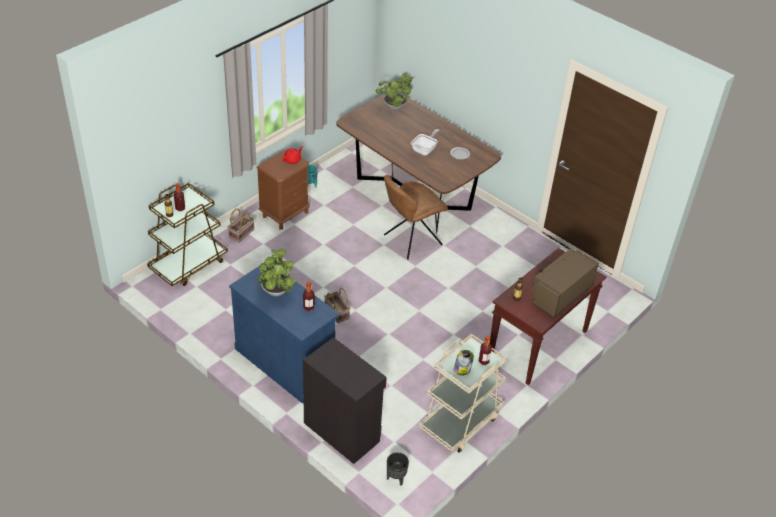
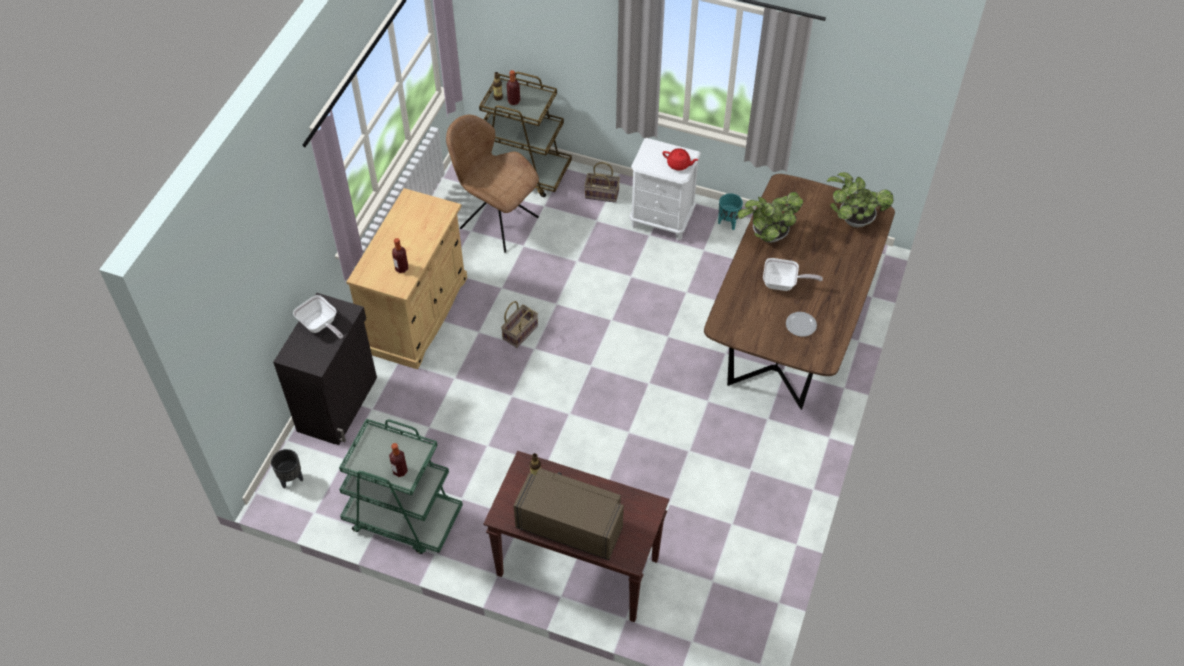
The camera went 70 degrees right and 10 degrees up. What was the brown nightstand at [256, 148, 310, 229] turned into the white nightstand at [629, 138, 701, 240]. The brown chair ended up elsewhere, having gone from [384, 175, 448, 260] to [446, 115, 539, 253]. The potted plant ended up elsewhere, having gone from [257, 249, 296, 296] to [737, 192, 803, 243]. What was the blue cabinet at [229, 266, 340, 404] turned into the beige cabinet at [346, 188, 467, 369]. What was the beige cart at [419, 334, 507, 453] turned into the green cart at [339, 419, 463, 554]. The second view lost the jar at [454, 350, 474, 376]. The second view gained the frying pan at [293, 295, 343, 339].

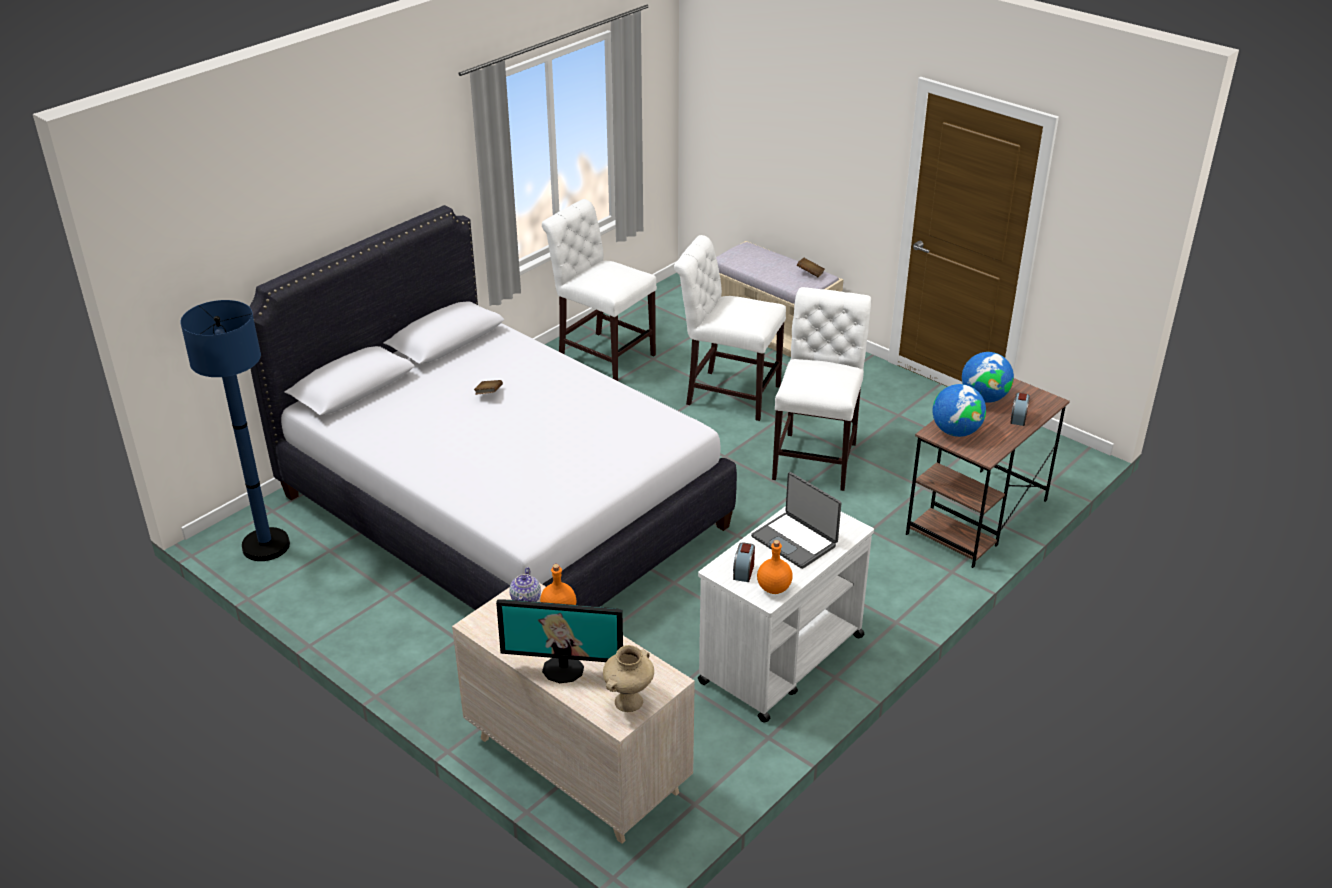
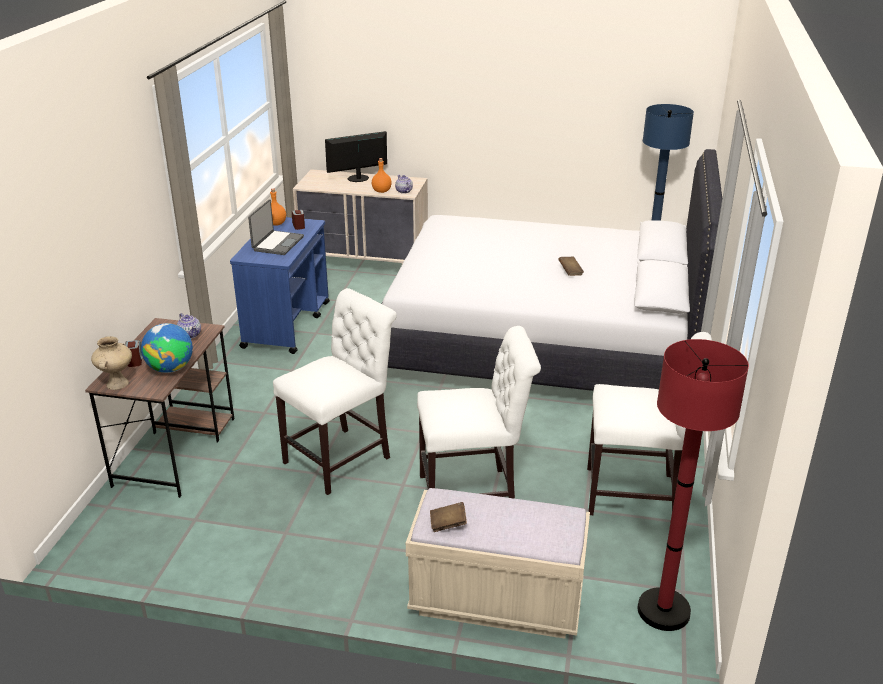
The camera went 150 degrees right and 5 degrees down. The white chair at [772, 287, 871, 491] ended up facing another way, 120 degrees counterclockwise from before. Where the globe stood at [932, 384, 986, 437], the teapot came to stand at [177, 313, 201, 339]. The laptop at [751, 472, 841, 569] ended up facing another way, 90 degrees clockwise from before. What was the white cart at [698, 506, 874, 723] turned into the blue cart at [230, 217, 330, 354]. The beige vase ended up elsewhere, having gone from [603, 645, 654, 712] to [91, 336, 132, 390]. The second view gained the red floor lamp at [637, 339, 749, 631].

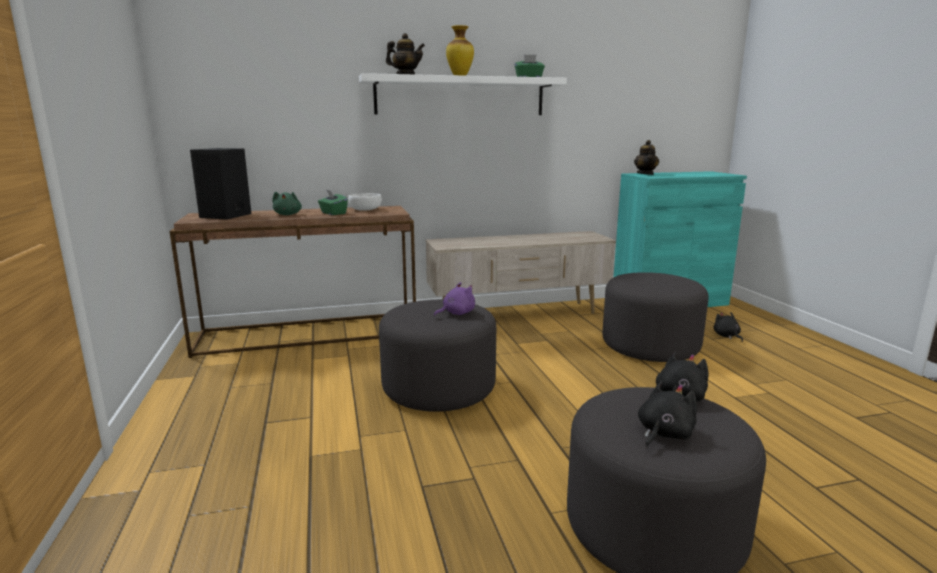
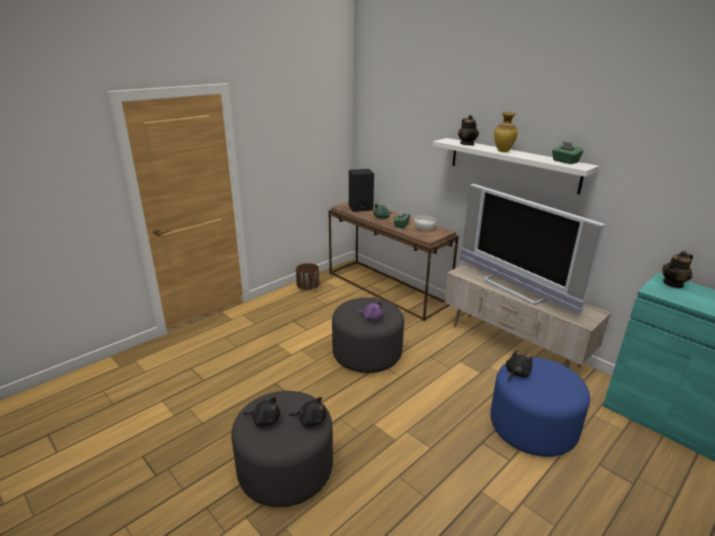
The camera went 60 degrees right and 10 degrees up. What was the grey ottoman at [602, 272, 709, 362] turned into the blue ottoman at [490, 357, 590, 457]. The black plush toy ended up elsewhere, having gone from [713, 312, 743, 342] to [506, 350, 533, 381]. The second view gained the television at [460, 184, 605, 315]. The second view gained the brown planter at [296, 263, 319, 290].

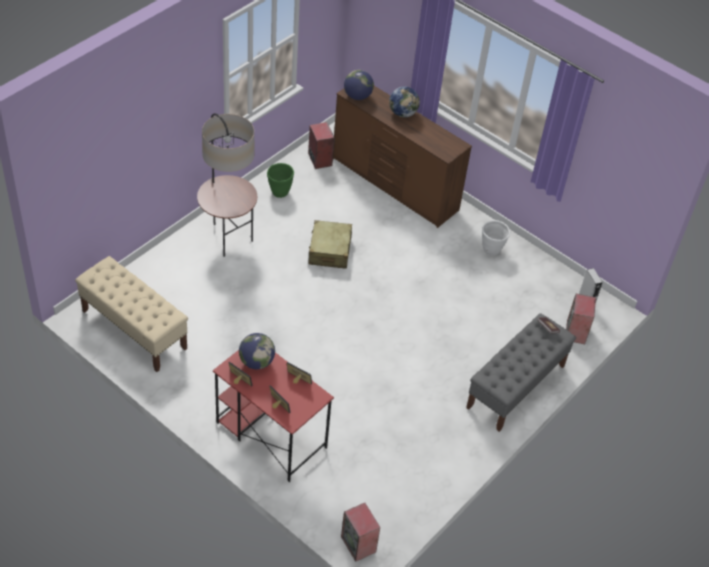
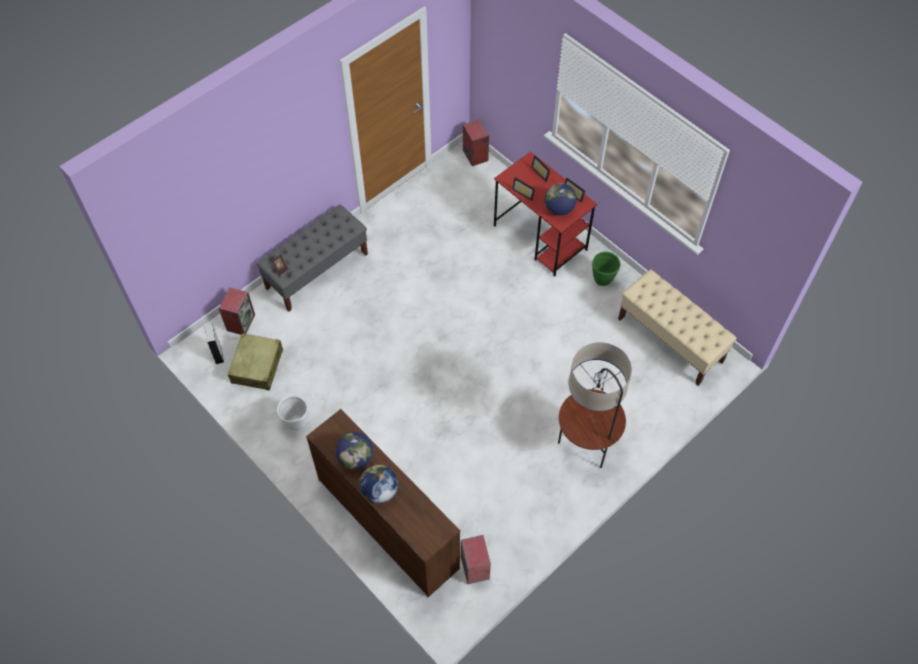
The camera went 170 degrees left and 10 degrees up. The globe ended up elsewhere, having gone from [344, 70, 374, 100] to [336, 432, 373, 470]. The green planter ended up elsewhere, having gone from [267, 163, 294, 198] to [592, 252, 621, 286]. The beige suitcase ended up elsewhere, having gone from [308, 220, 352, 269] to [228, 333, 283, 390].

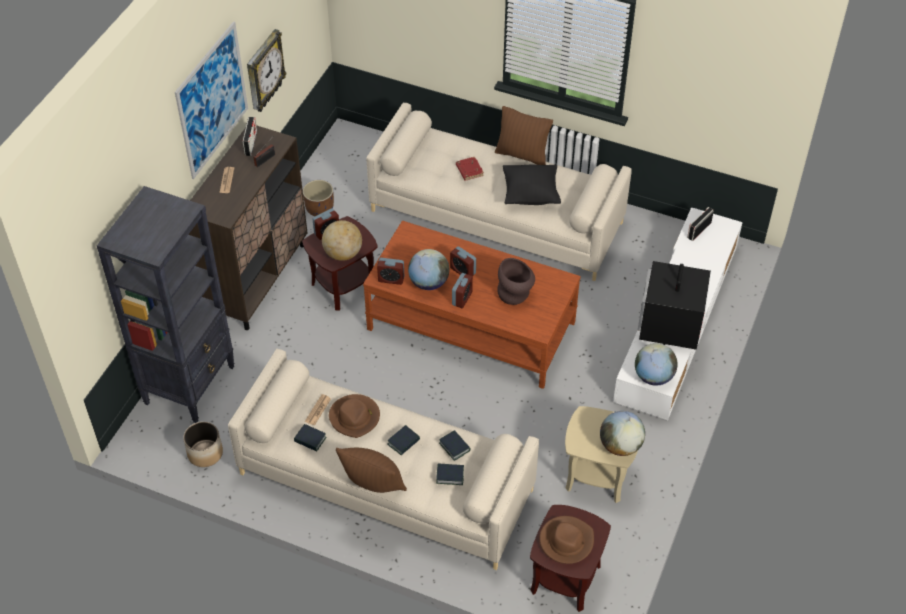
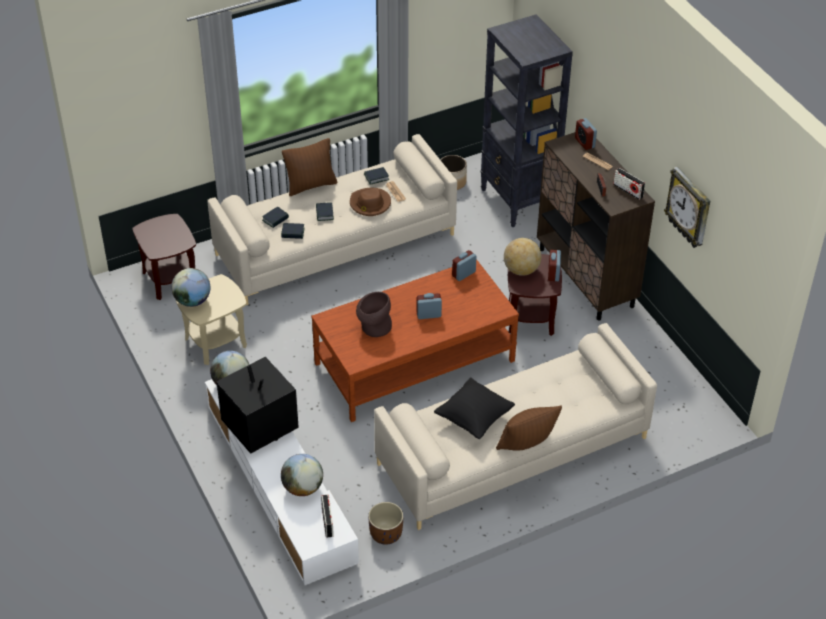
The camera went 130 degrees right and 5 degrees down. The second view lost the picture at [175, 21, 248, 179]. The second view lost the red book at [456, 157, 484, 181]. The brown planter ended up elsewhere, having gone from [303, 180, 334, 216] to [368, 502, 403, 545]. The globe ended up elsewhere, having gone from [408, 249, 449, 290] to [281, 454, 323, 496]. The alarm clock ended up elsewhere, having gone from [452, 273, 473, 308] to [575, 118, 597, 150]. The second view lost the brown hat at [539, 516, 594, 564].

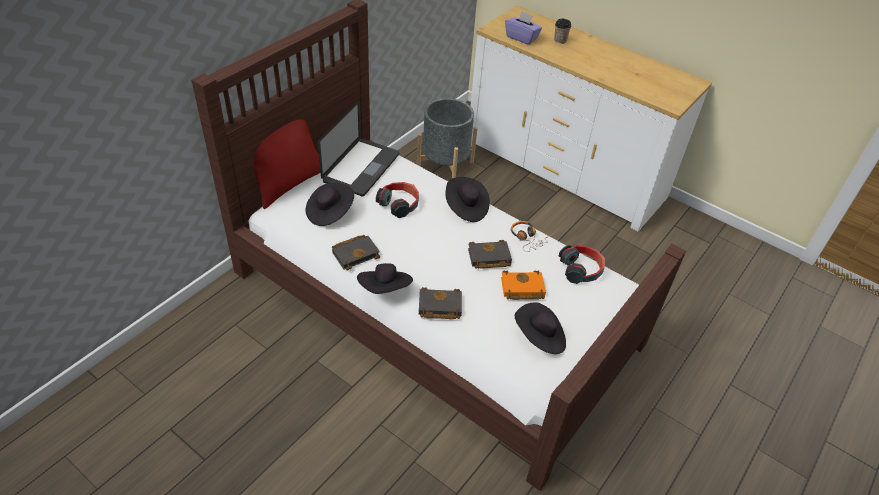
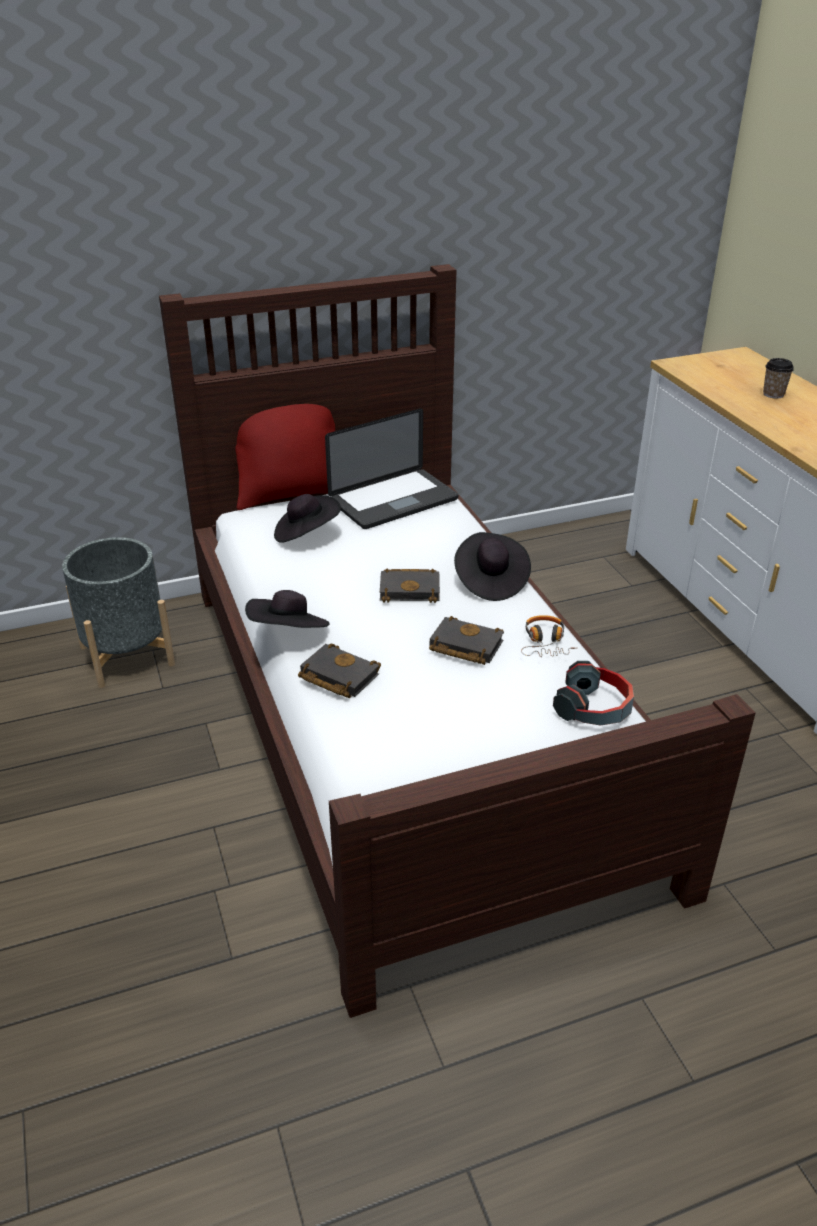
The camera went 35 degrees right and 10 degrees down. The second view lost the purple tissue box at [505, 11, 542, 45]. The grey planter ended up elsewhere, having gone from [417, 98, 478, 178] to [62, 537, 175, 688]. The second view lost the headphones at [376, 182, 419, 218]. The black book ended up elsewhere, having gone from [332, 235, 380, 270] to [380, 568, 440, 603]. The second view lost the orange book at [501, 270, 546, 300]. The second view lost the black hat at [515, 302, 566, 354].

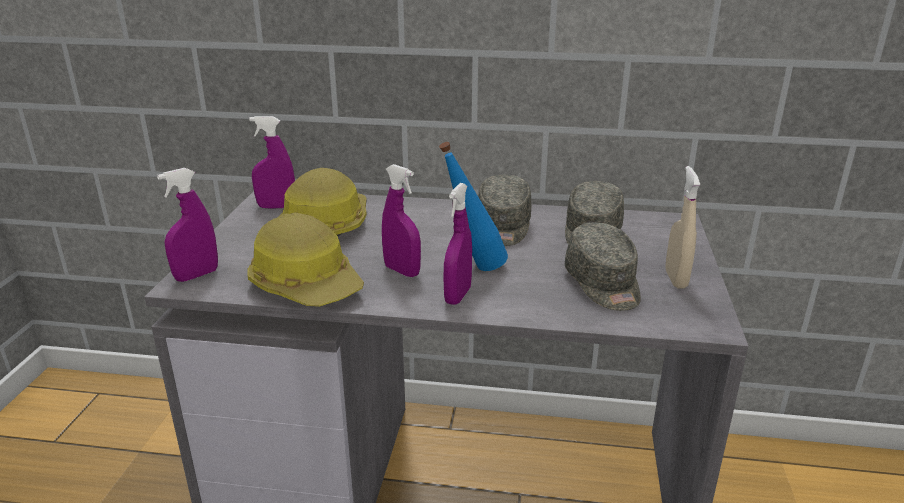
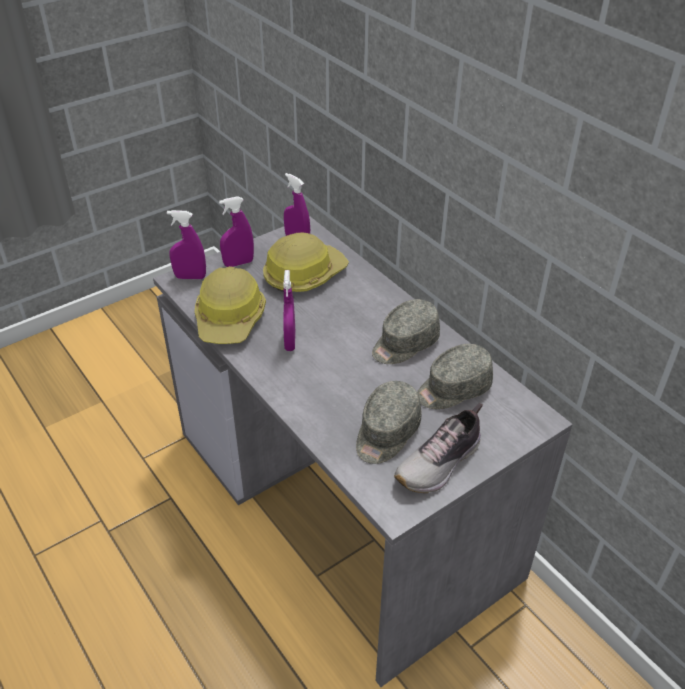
The camera went 45 degrees right and 15 degrees up. The second view lost the blue bottle at [439, 142, 508, 271]. Where the beige spray bottle stood at [665, 166, 700, 288], the shoe came to stand at [394, 403, 483, 493]. The purple spray bottle ended up elsewhere, having gone from [444, 183, 472, 305] to [219, 196, 254, 267].

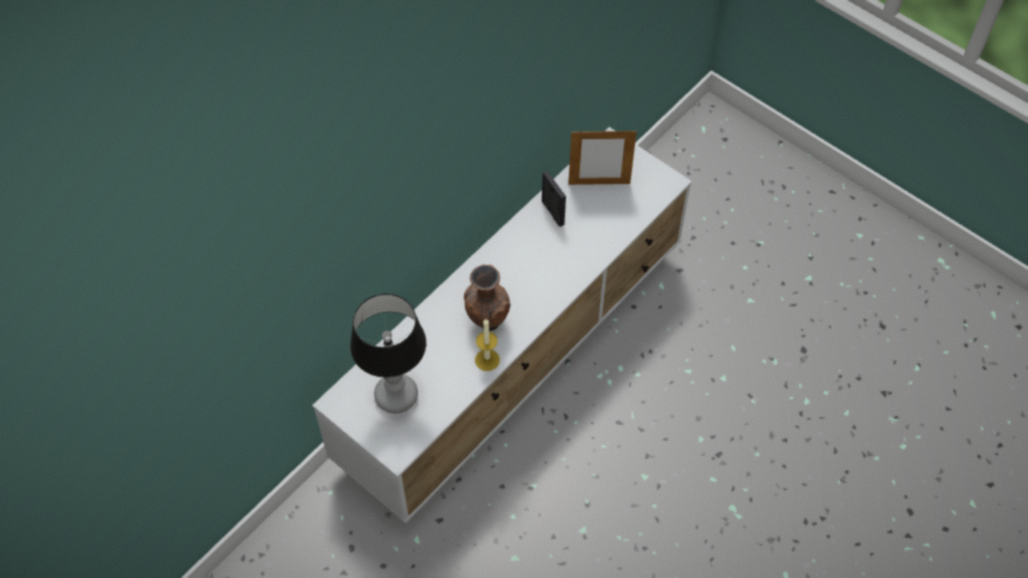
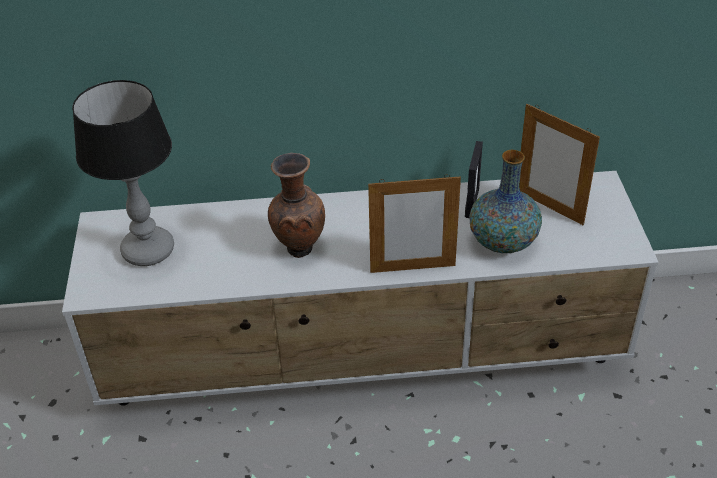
The camera went 45 degrees right and 15 degrees down. The second view lost the candle at [475, 319, 500, 371]. The second view gained the vase at [469, 150, 542, 253]. The second view gained the picture frame at [368, 174, 461, 273].

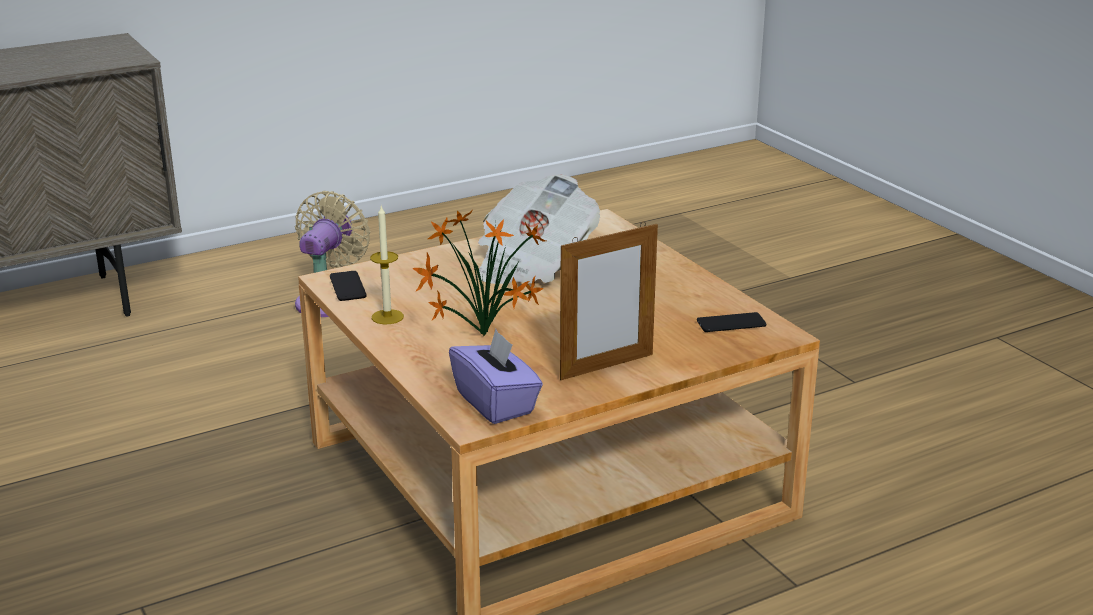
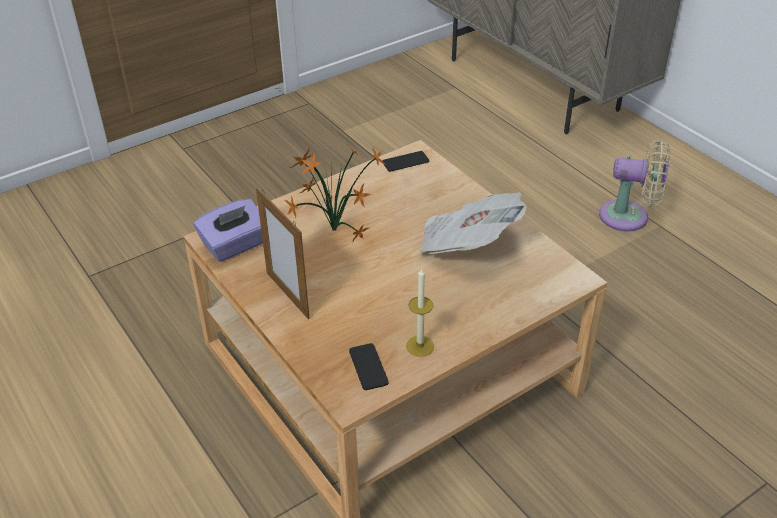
The camera went 85 degrees right and 15 degrees up. The candle ended up elsewhere, having gone from [370, 206, 404, 324] to [406, 268, 434, 357].

